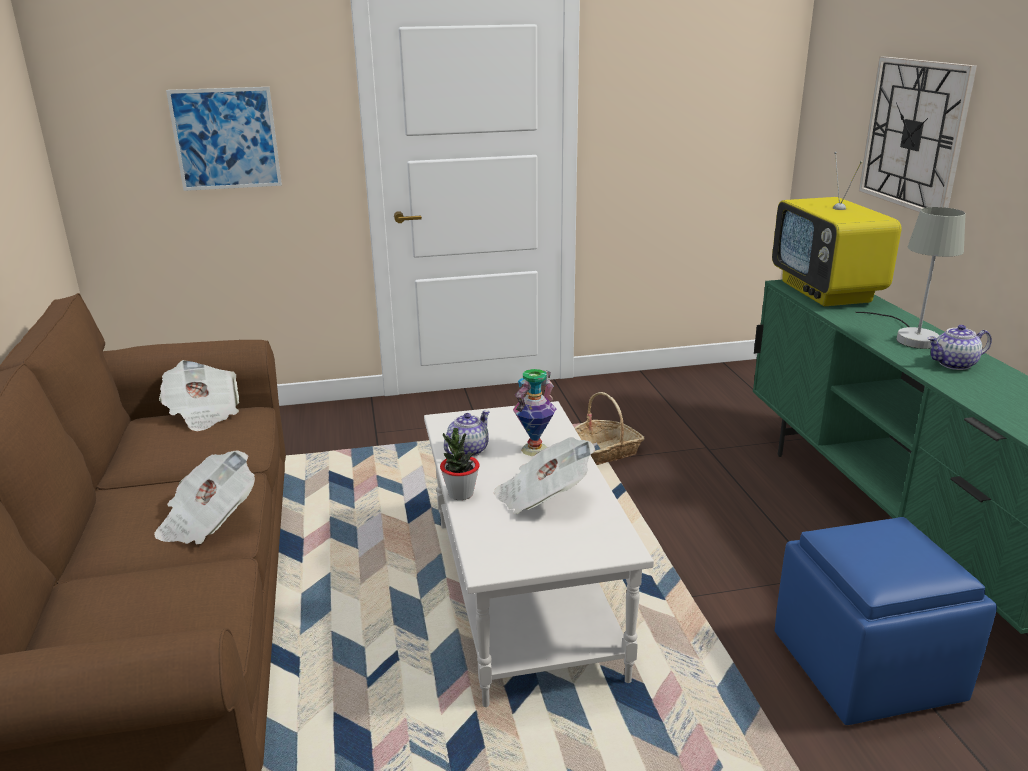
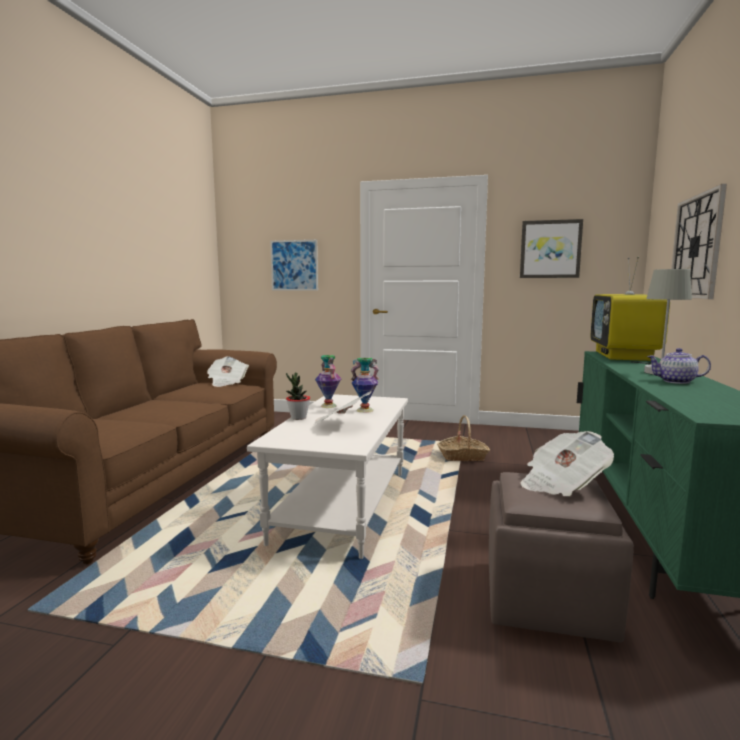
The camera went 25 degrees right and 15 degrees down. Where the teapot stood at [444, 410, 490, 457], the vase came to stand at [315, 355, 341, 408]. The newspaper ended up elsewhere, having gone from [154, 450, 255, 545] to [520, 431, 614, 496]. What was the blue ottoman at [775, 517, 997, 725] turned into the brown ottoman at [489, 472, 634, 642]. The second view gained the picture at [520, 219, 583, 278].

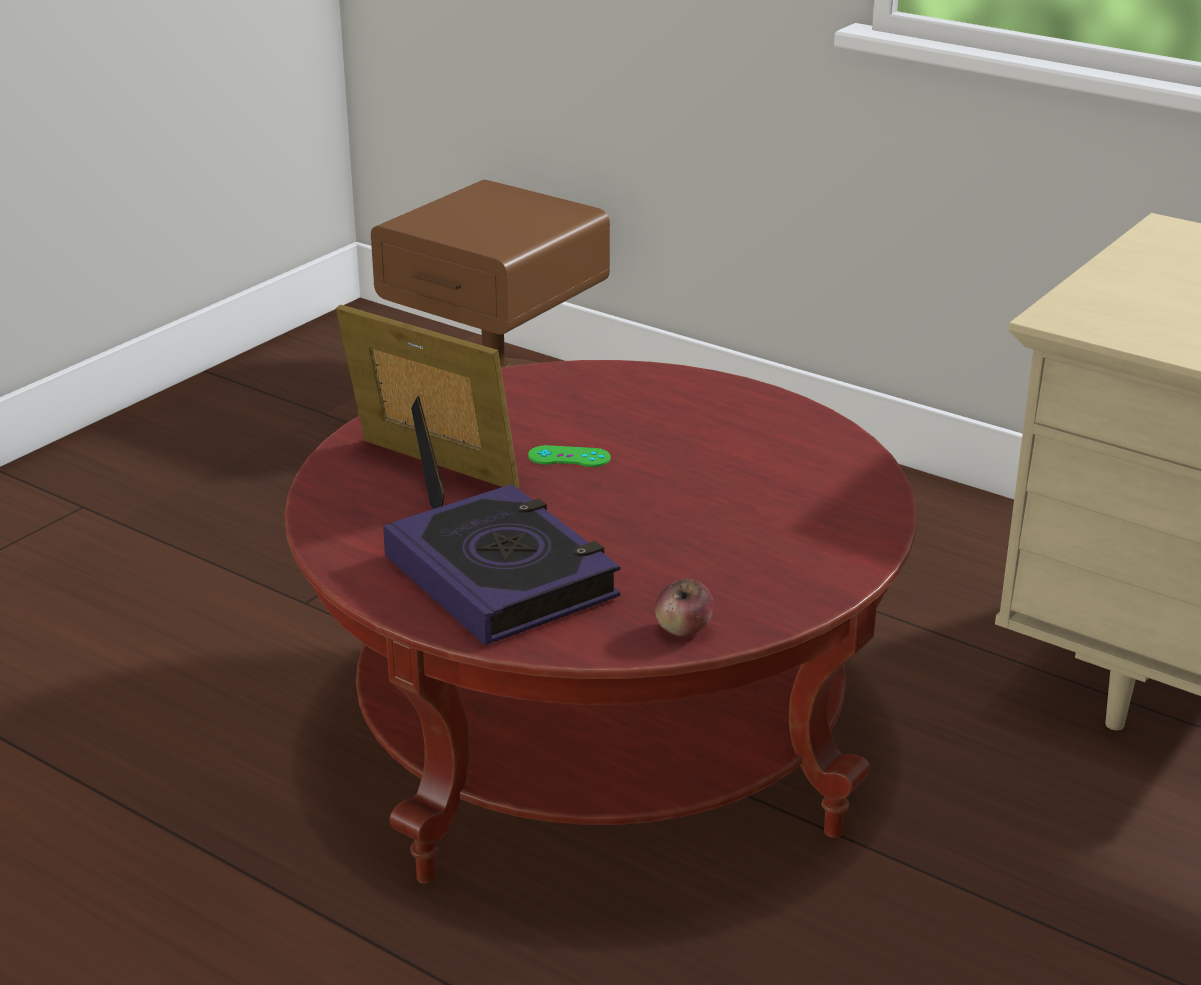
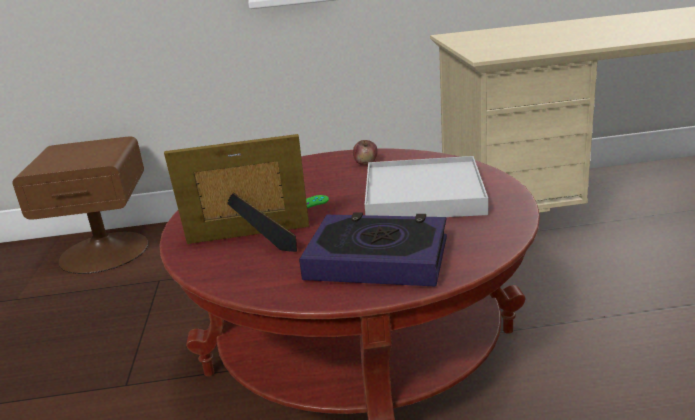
The camera went 40 degrees left and 5 degrees down. The apple ended up elsewhere, having gone from [655, 579, 714, 637] to [353, 140, 378, 165]. The second view gained the white tray at [365, 156, 488, 217].

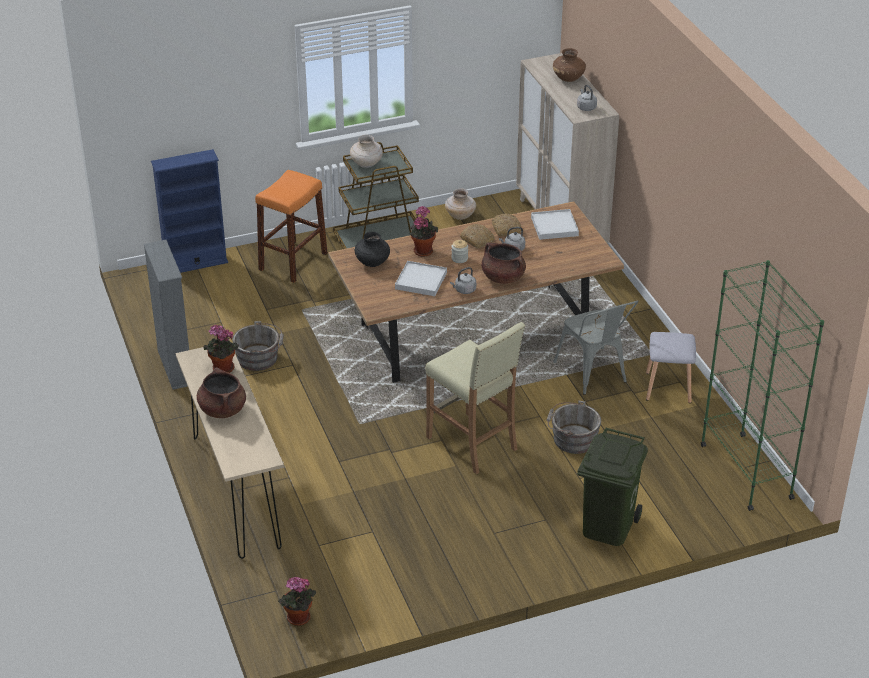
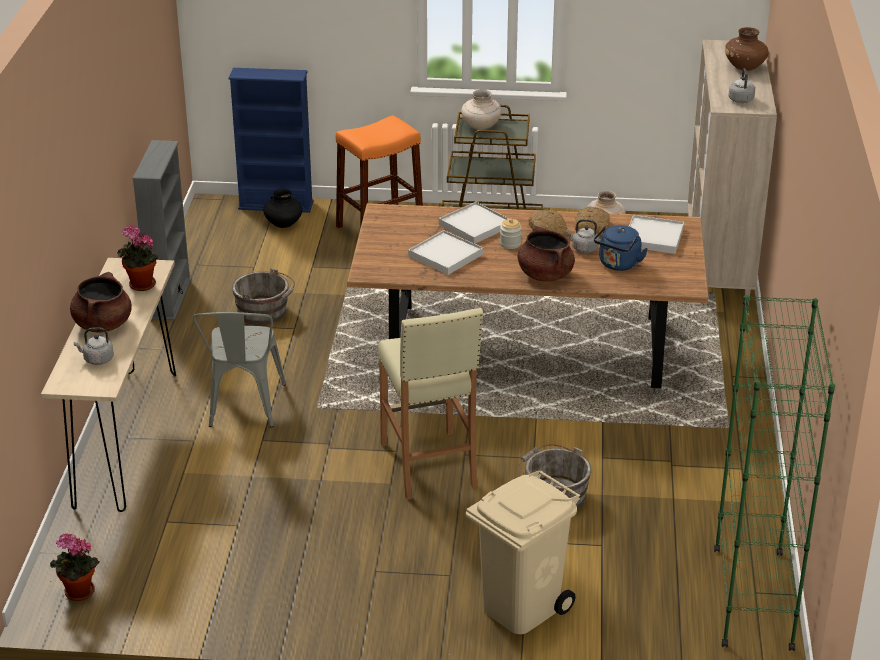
The camera went 25 degrees right and 5 degrees down. Where the potted plant stood at [410, 206, 438, 257], the white tray came to stand at [439, 202, 509, 244]. The black vase ended up elsewhere, having gone from [355, 232, 390, 267] to [263, 189, 302, 228]. The grey kettle ended up elsewhere, having gone from [450, 267, 476, 294] to [74, 327, 114, 365]. The grey chair ended up elsewhere, having gone from [553, 300, 638, 395] to [193, 312, 286, 428]. The second view lost the grey stool at [646, 332, 696, 403]. What was the green trash can at [577, 428, 648, 546] turned into the beige trash can at [466, 470, 581, 634]. The second view gained the blue kettle at [594, 225, 648, 271].

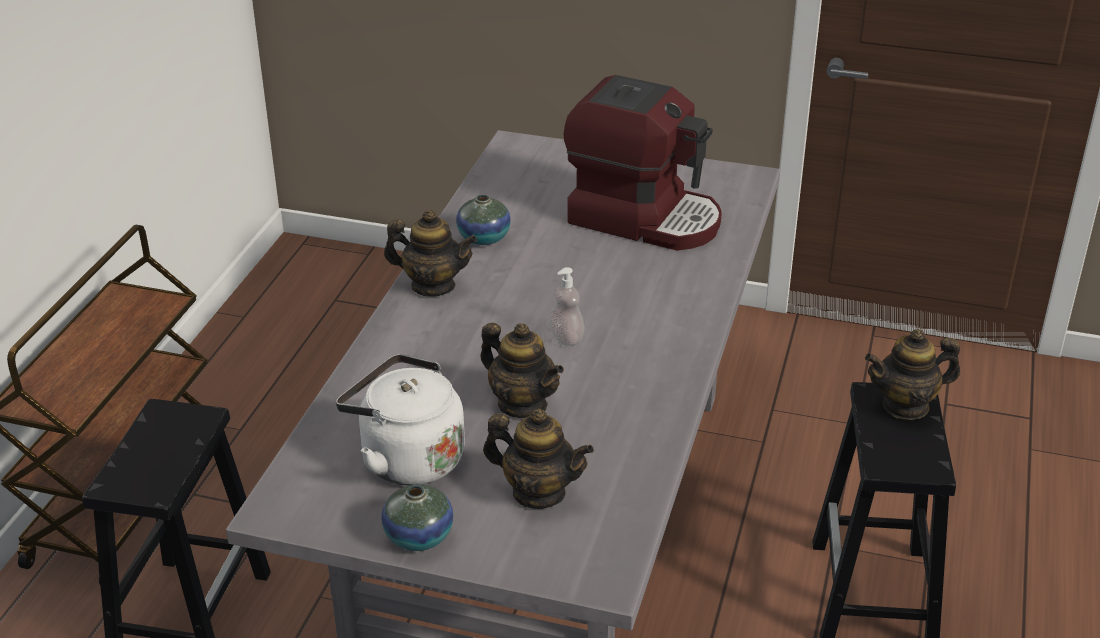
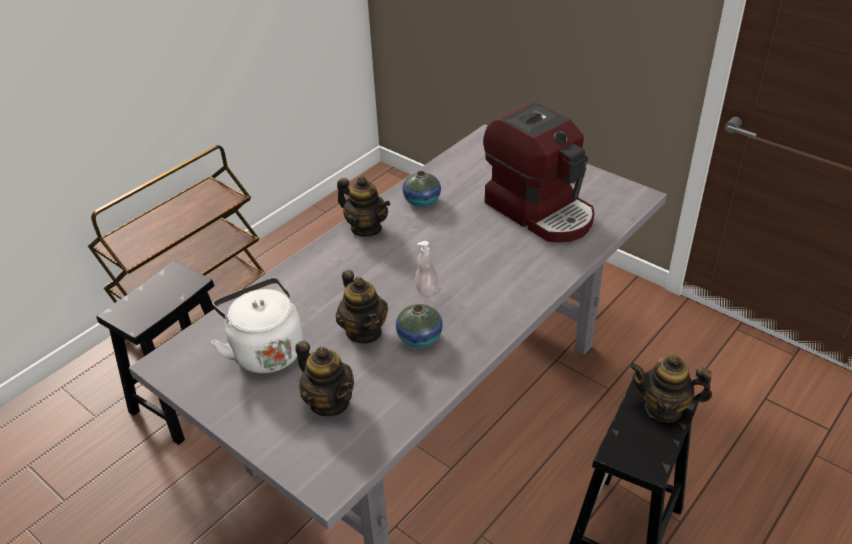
The camera went 25 degrees right and 5 degrees up. The vase ended up elsewhere, having gone from [381, 484, 453, 551] to [396, 304, 443, 348].

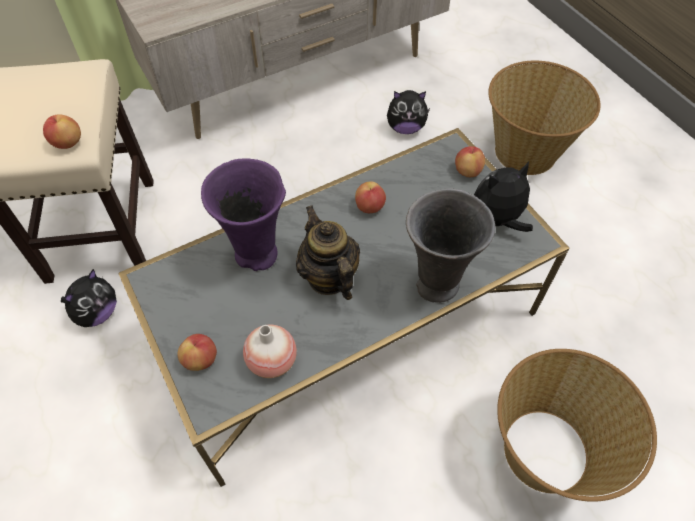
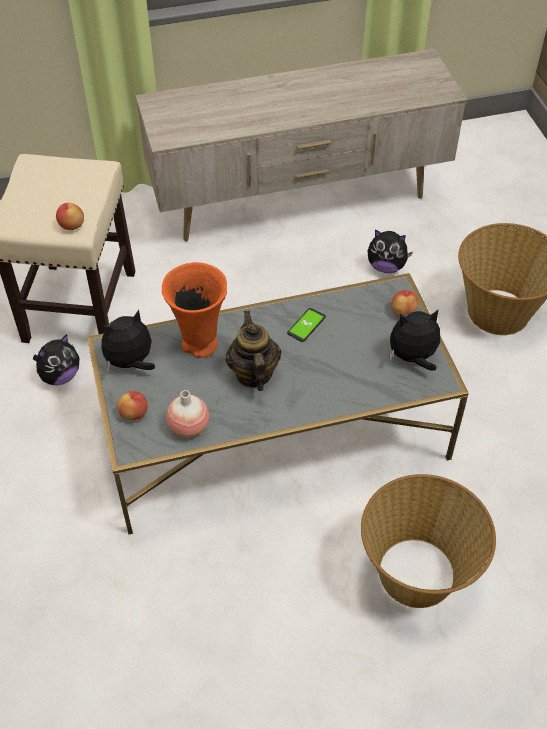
The camera went 15 degrees right and 5 degrees down. What was the purple vase at [201, 158, 286, 271] turned into the orange vase at [162, 262, 227, 358]. Where the apple stood at [355, 181, 386, 213], the phone came to stand at [287, 308, 326, 342]. The second view lost the grey vase at [406, 188, 495, 303]. The second view gained the plush toy at [101, 310, 155, 372].

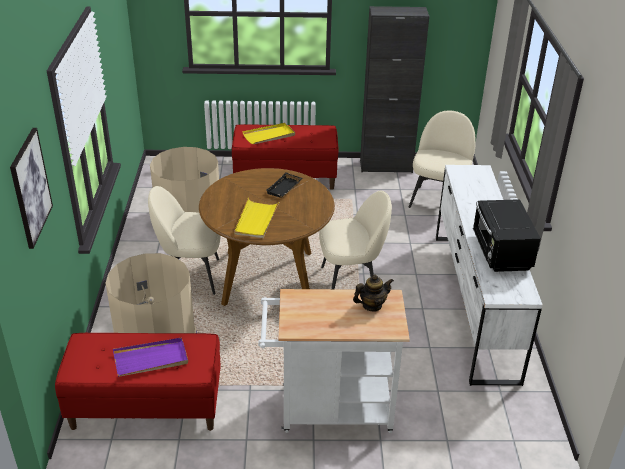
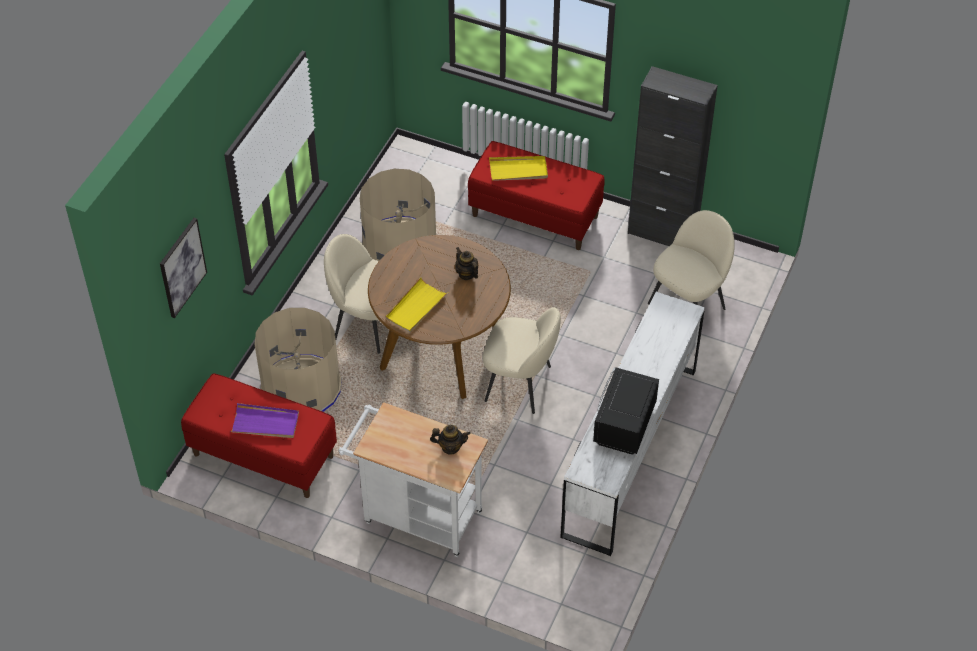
The camera went 25 degrees right and 15 degrees up. Where the black tray stood at [266, 172, 302, 198], the teapot came to stand at [455, 247, 478, 280].

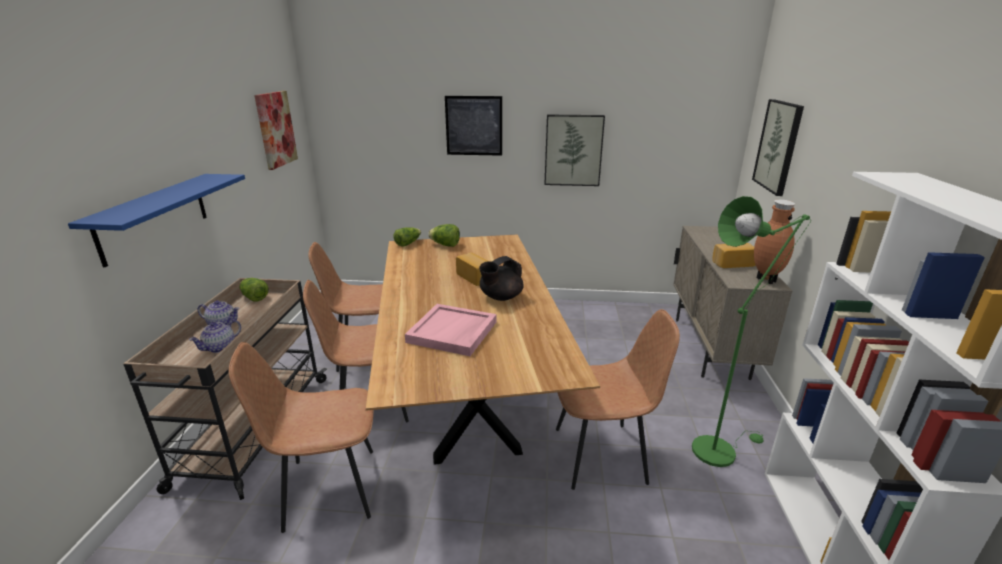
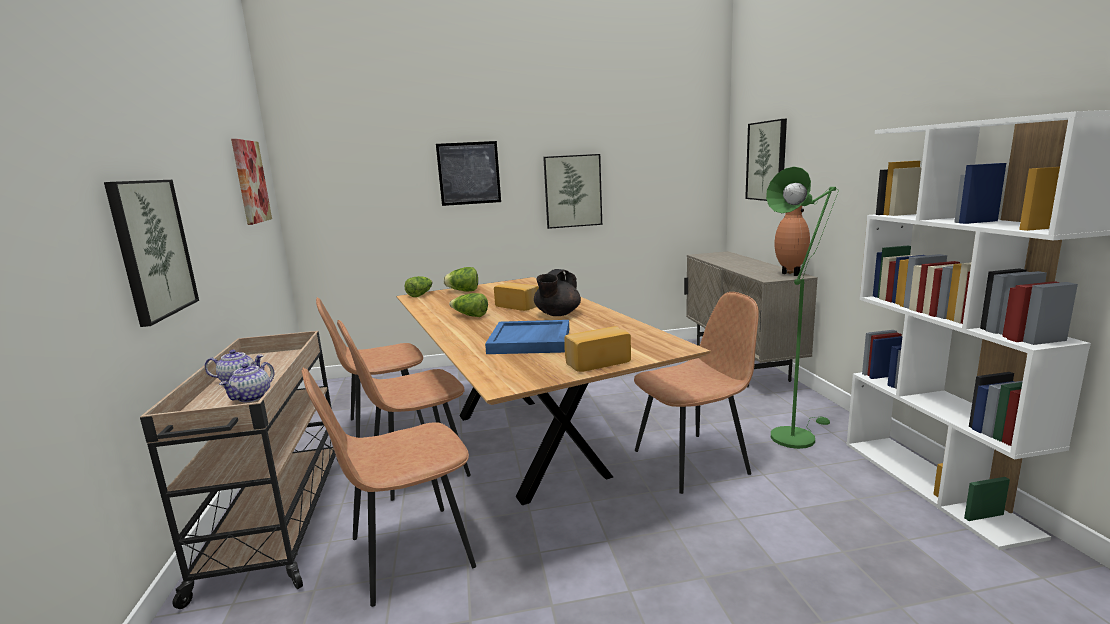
The camera went 15 degrees left and 10 degrees down. Where the blue shelf hung at [68, 174, 245, 267], the picture came to hang at [104, 180, 199, 327]. The bread ended up elsewhere, having gone from [712, 243, 755, 268] to [564, 326, 631, 372]. The lettuce ended up elsewhere, having gone from [240, 278, 269, 301] to [449, 293, 488, 317]. What was the pink tray at [405, 304, 496, 356] turned into the blue tray at [485, 320, 569, 354].

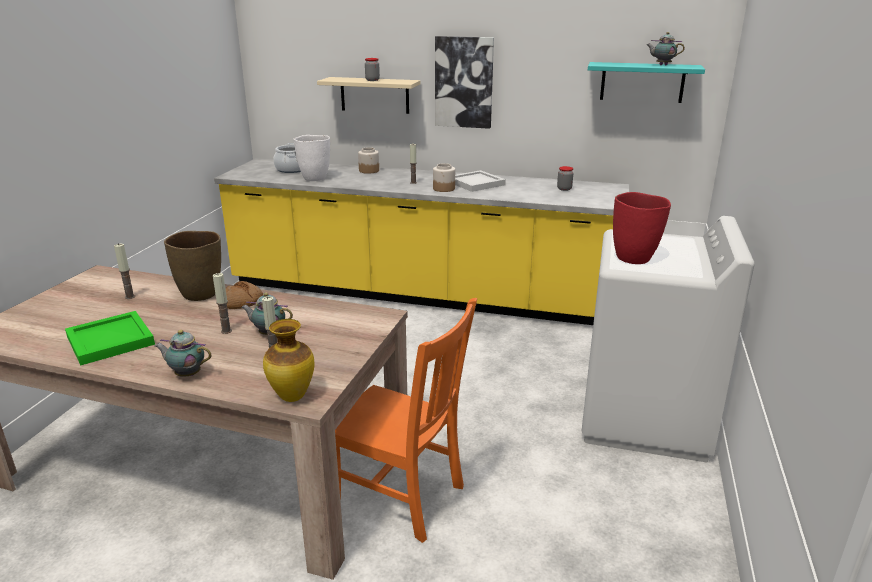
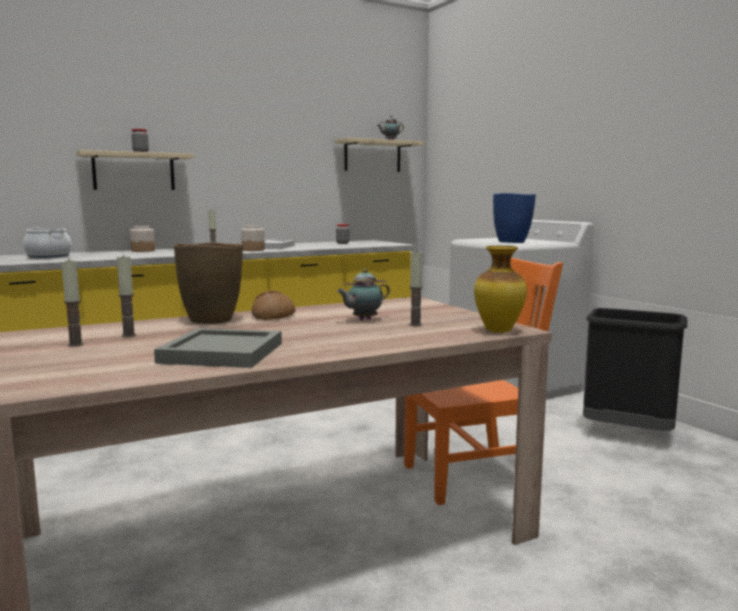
The camera went 45 degrees left and 15 degrees down. The second view lost the picture at [435, 36, 494, 129]. What was the turquoise shelf at [588, 62, 705, 103] turned into the beige shelf at [335, 138, 424, 172]. The second view lost the white vase at [294, 135, 330, 181]. What was the red vase at [613, 192, 671, 264] turned into the blue vase at [493, 193, 536, 243]. The candle ended up elsewhere, having gone from [213, 273, 232, 334] to [61, 259, 84, 347]. What was the green tray at [65, 311, 155, 366] turned into the grey tray at [154, 328, 282, 368]. The second view lost the teapot at [155, 330, 212, 377]. The second view gained the black trash can at [583, 308, 687, 431].

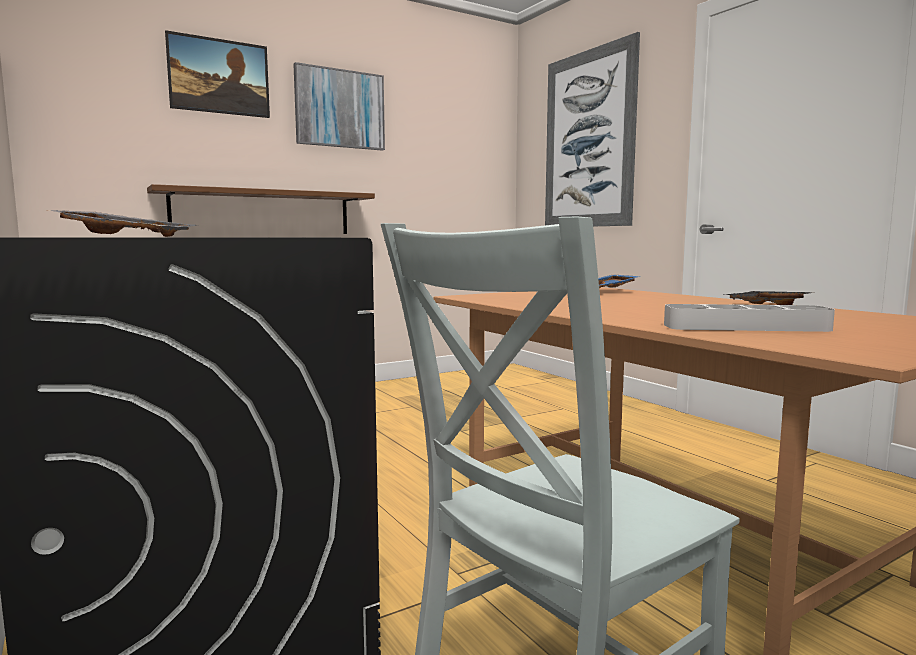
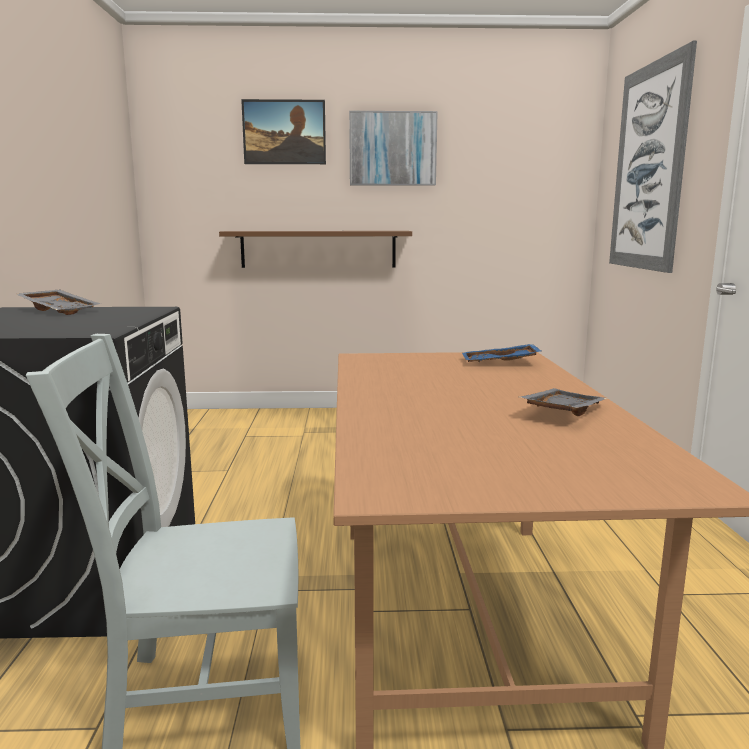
The camera went 30 degrees right and 5 degrees up. The second view lost the grey tray at [664, 304, 835, 332].

